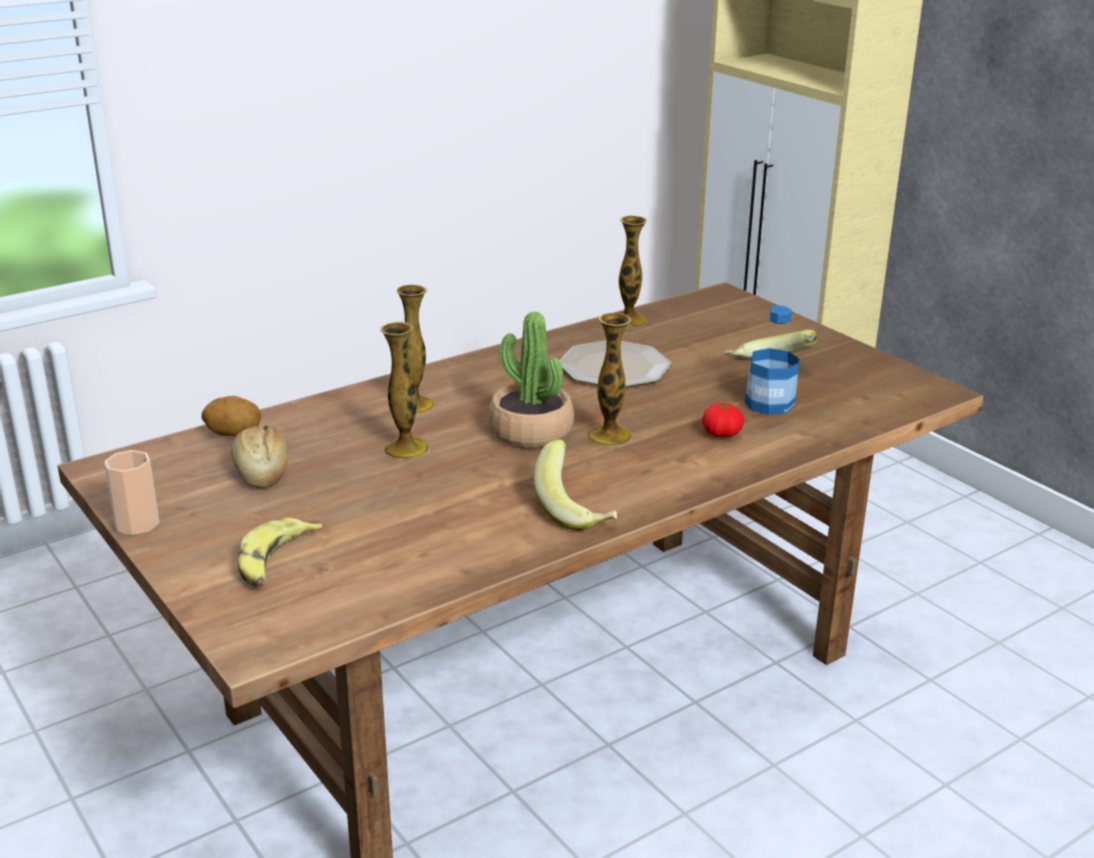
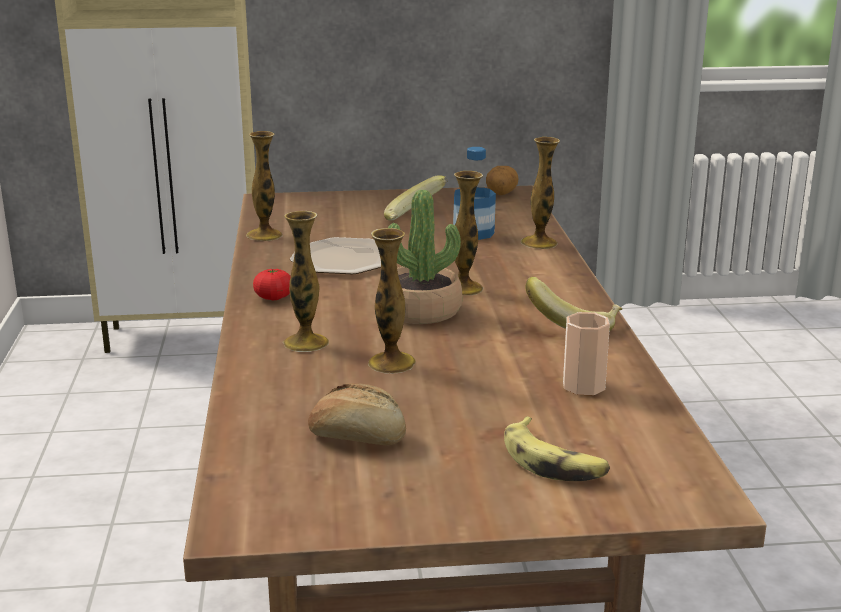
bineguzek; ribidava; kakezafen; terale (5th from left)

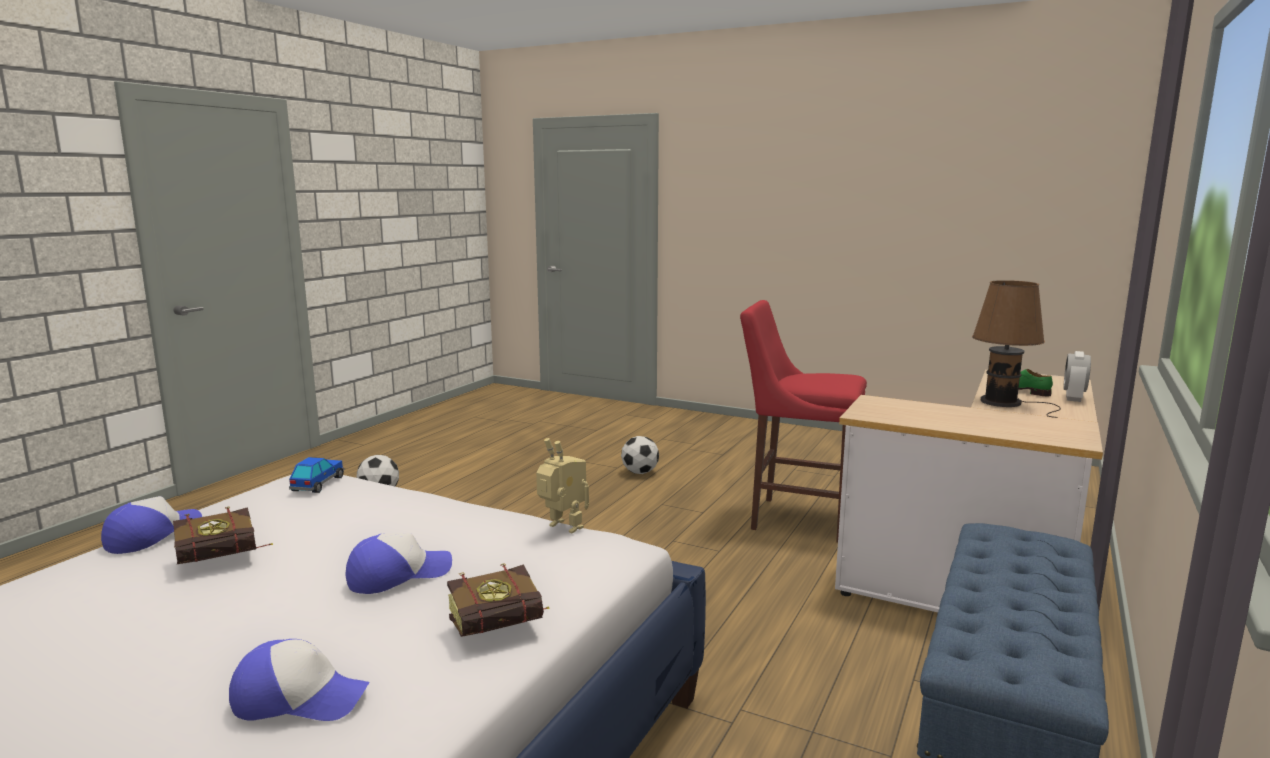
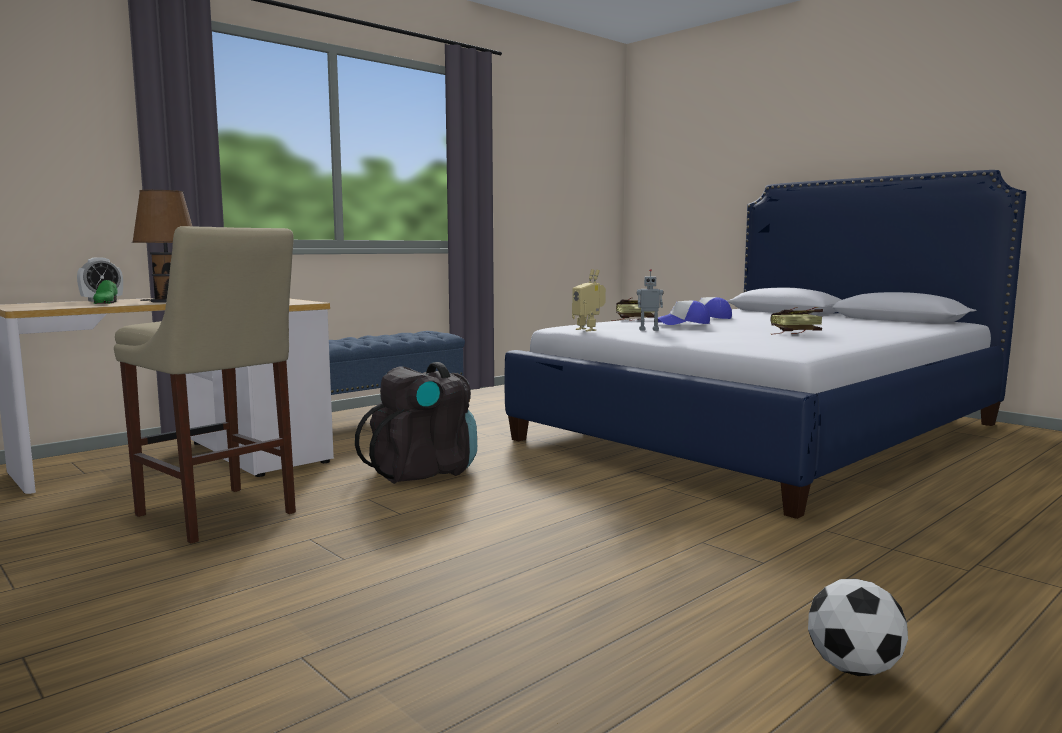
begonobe (1st from left in the first image); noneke; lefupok (2nd from left in the first image); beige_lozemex; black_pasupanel; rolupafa (2nd from left)

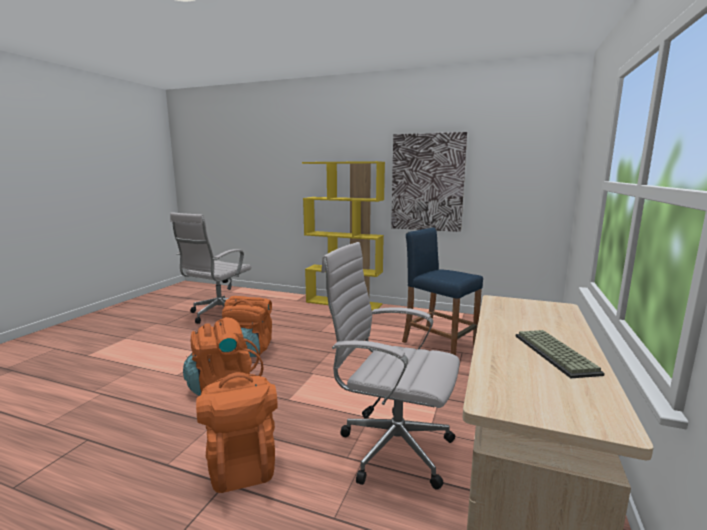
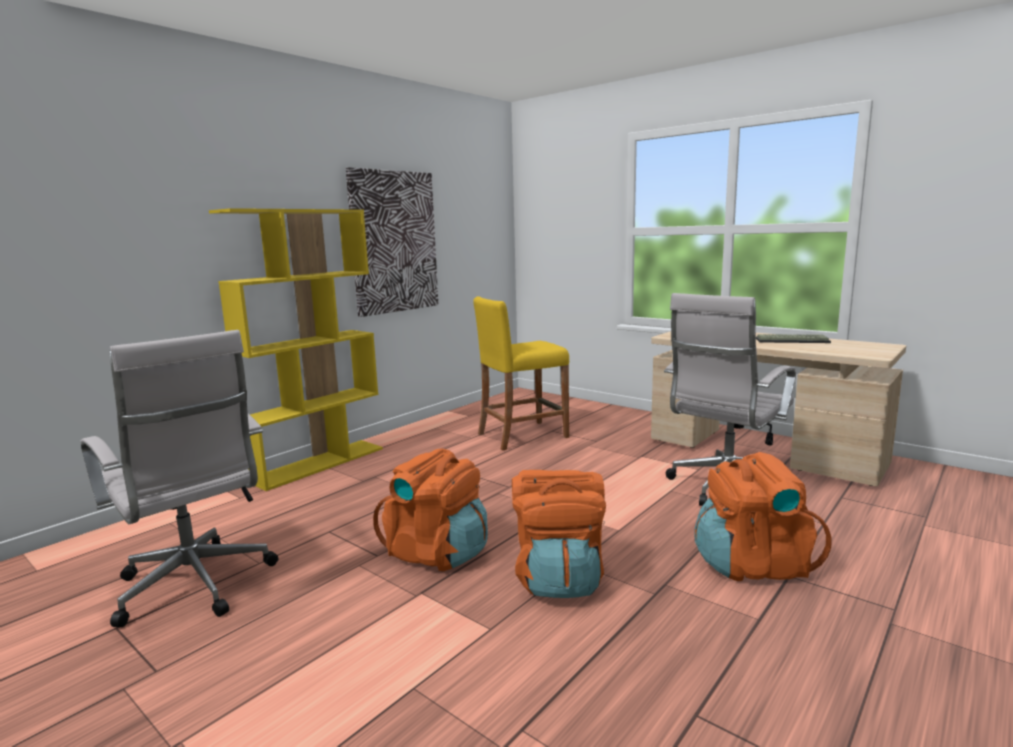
yellow_lozemex

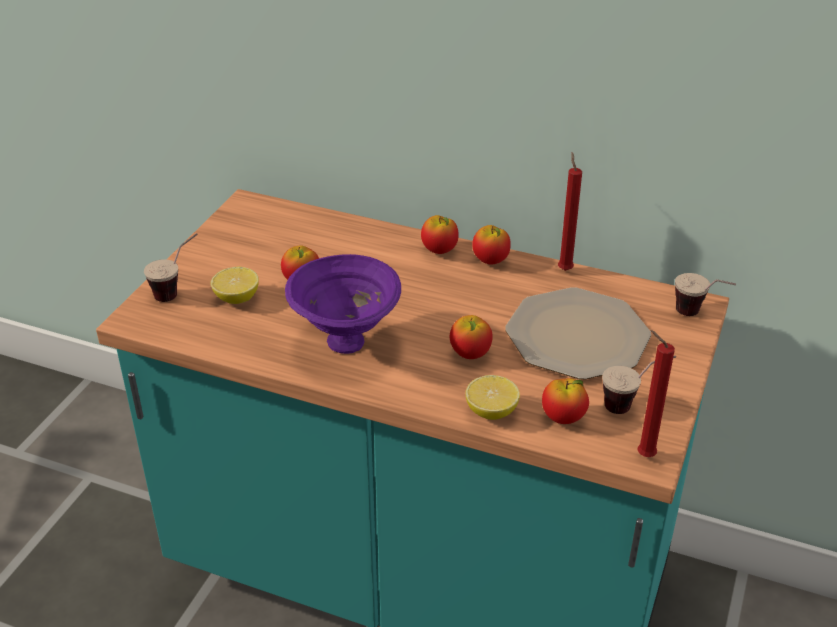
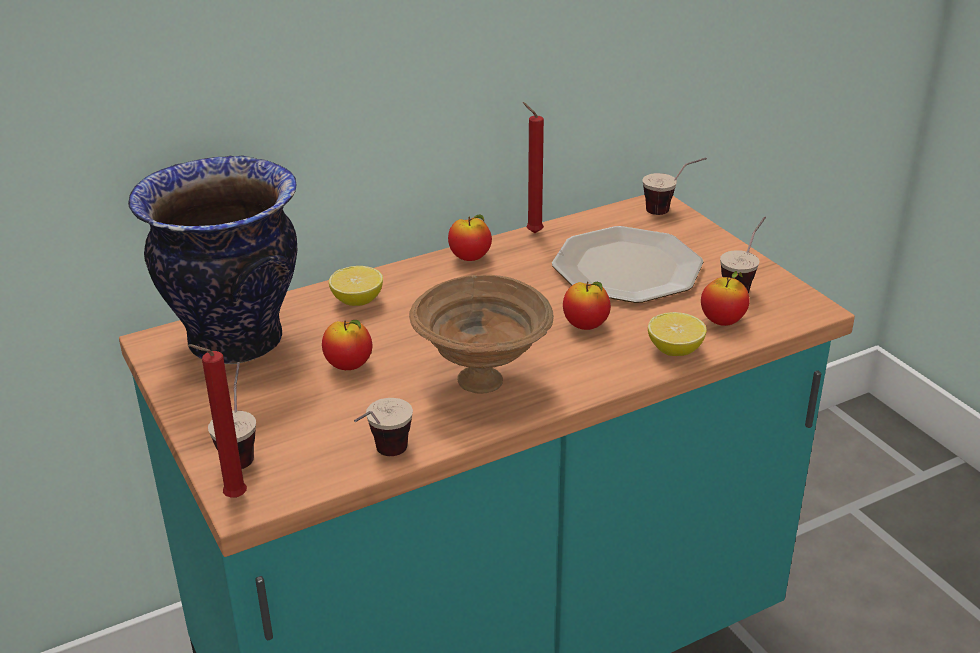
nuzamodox (1st from left); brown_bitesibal; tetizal (2nd from left in the first image); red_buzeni (1st from left); terale; bineguzek (2nd from left)

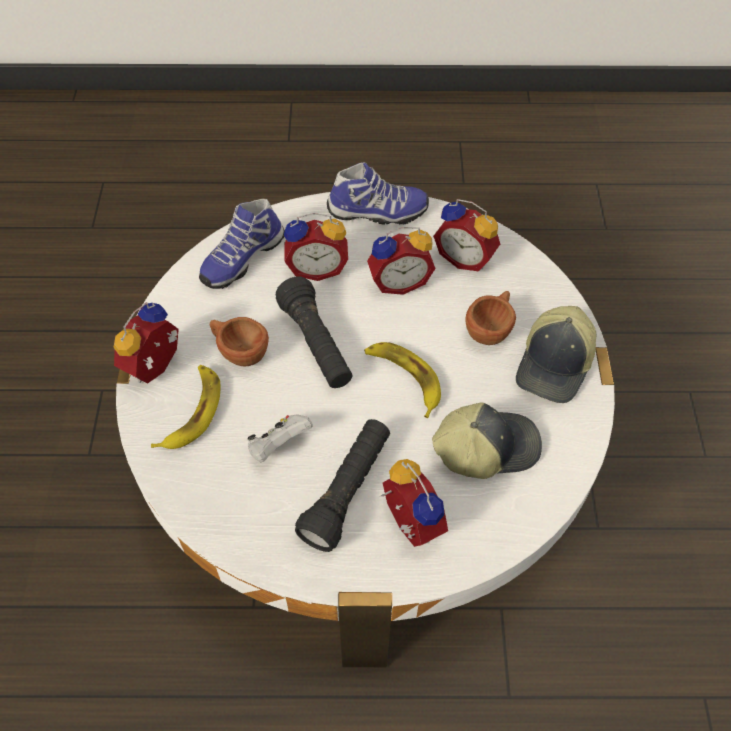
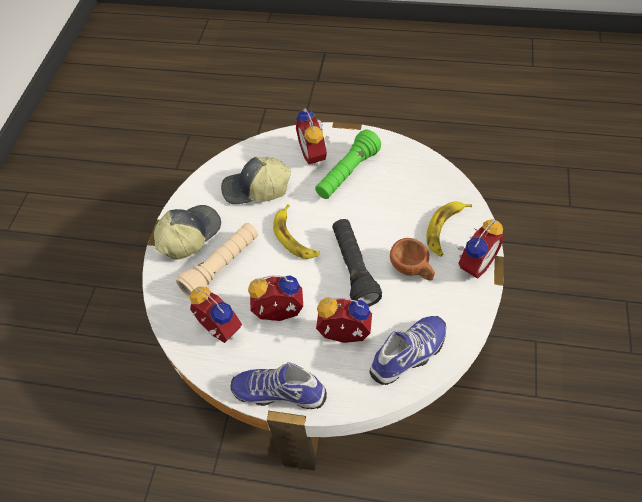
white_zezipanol; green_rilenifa; beige_rilenifa

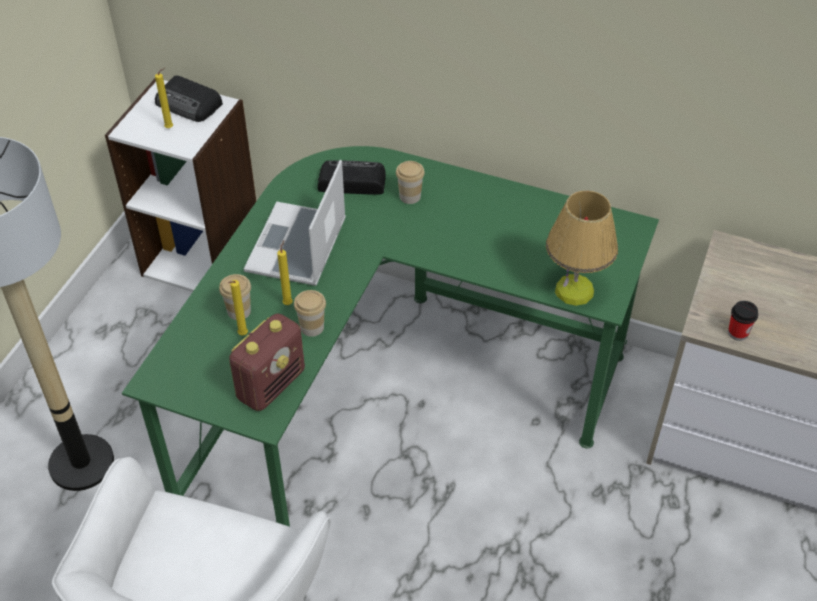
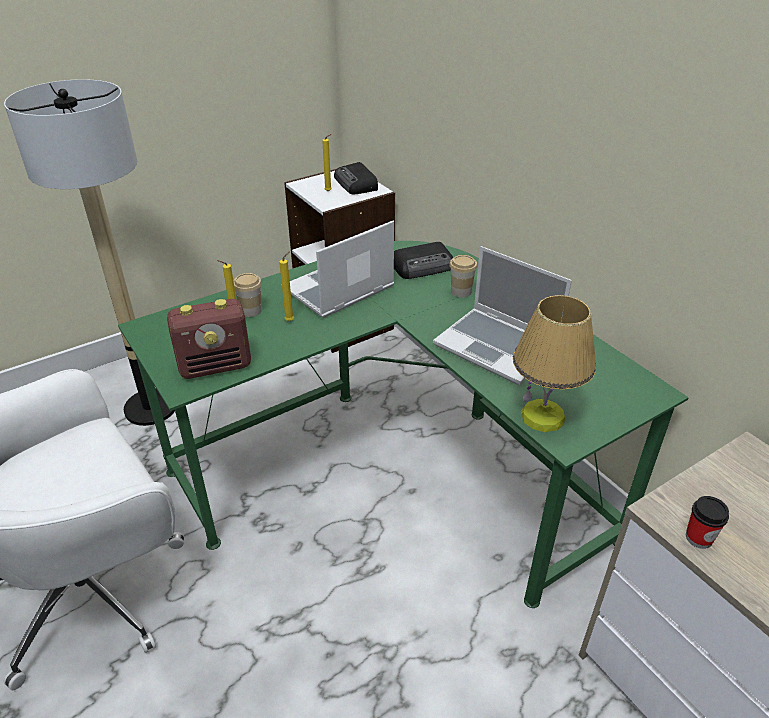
bineguzek (2nd from left in the first image); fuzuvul (3rd from left); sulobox (2nd from left)

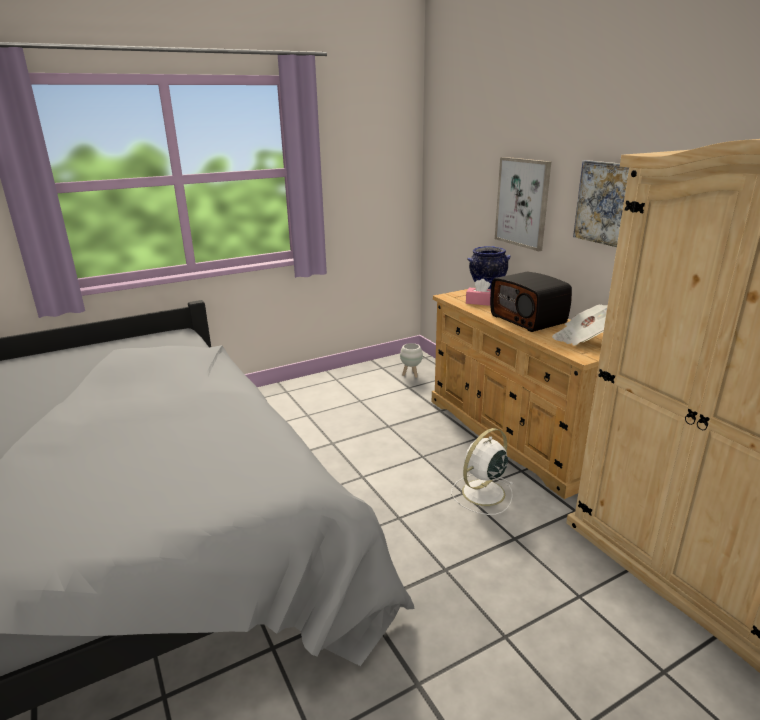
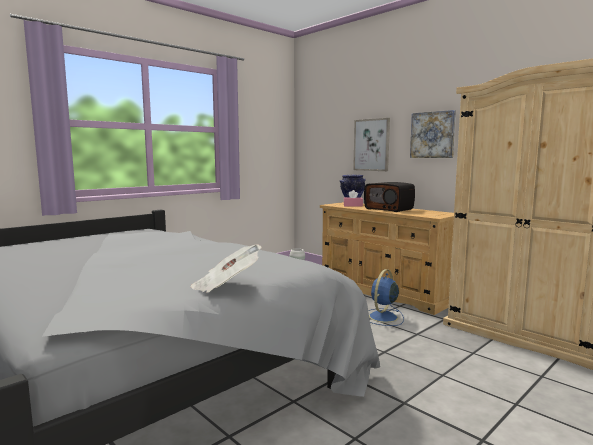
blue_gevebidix; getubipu

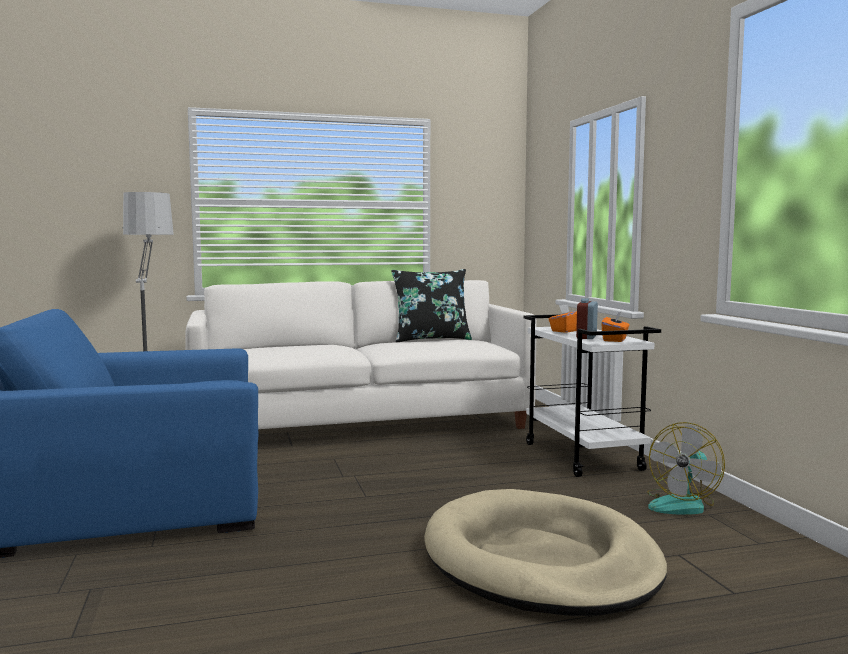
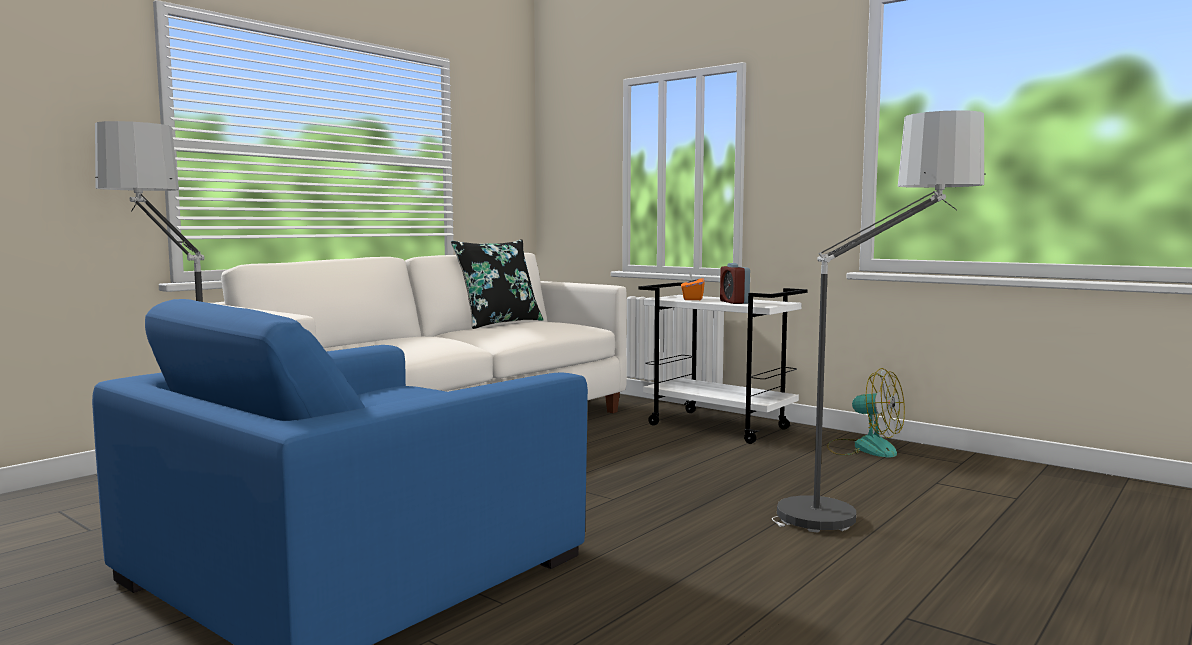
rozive (2nd from left); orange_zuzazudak (2nd from left in the first image); gevebidix

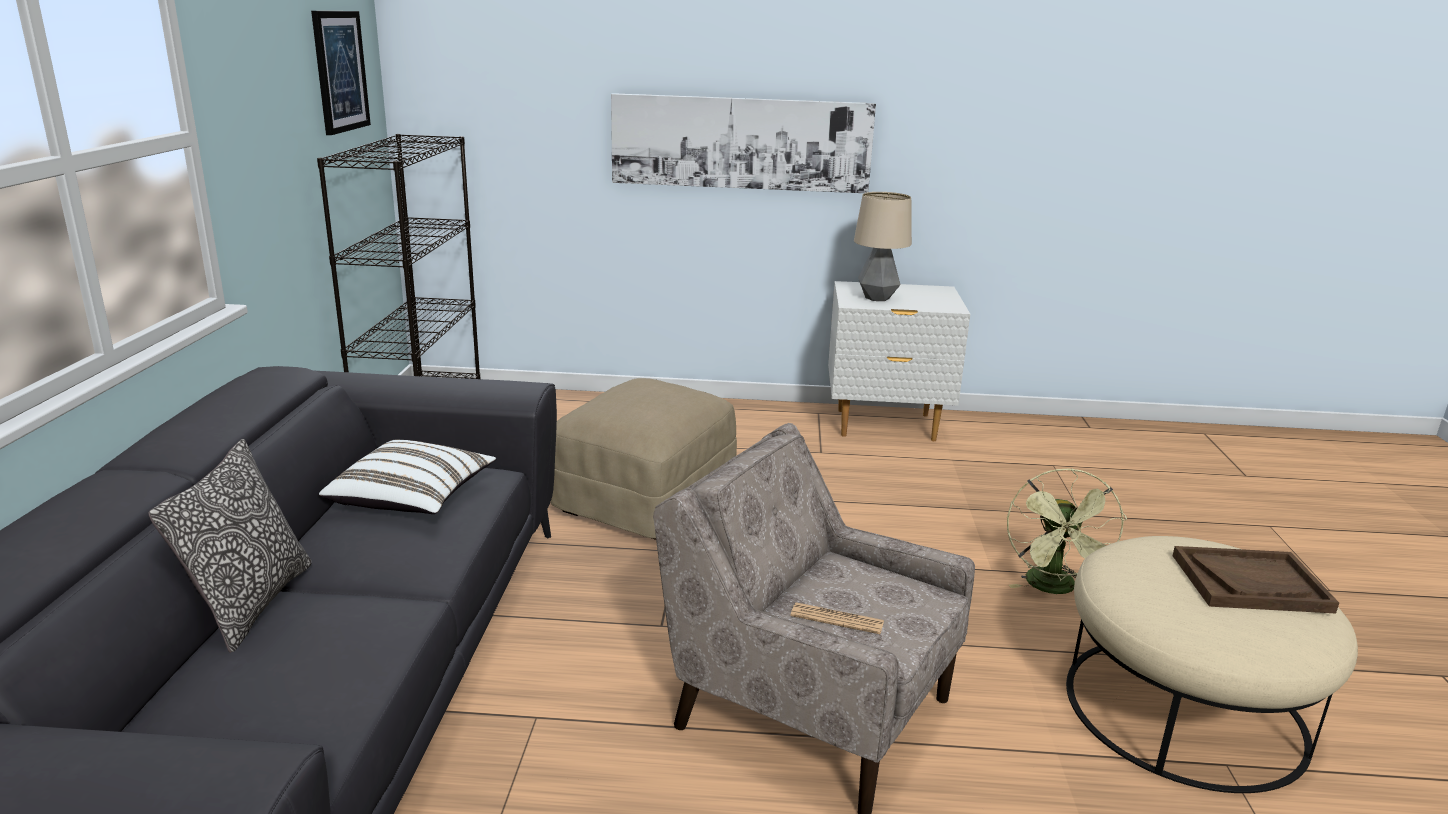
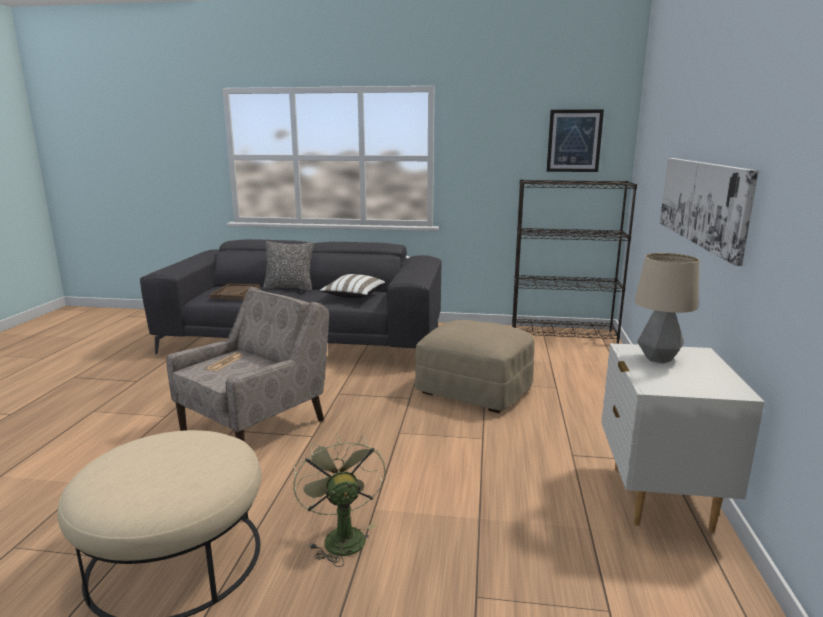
green_gevebidix; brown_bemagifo

